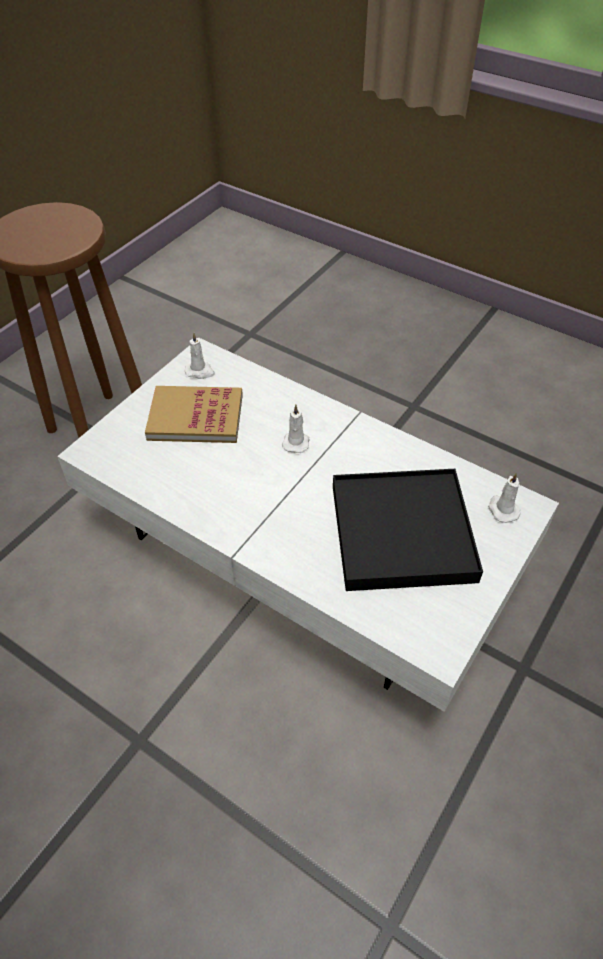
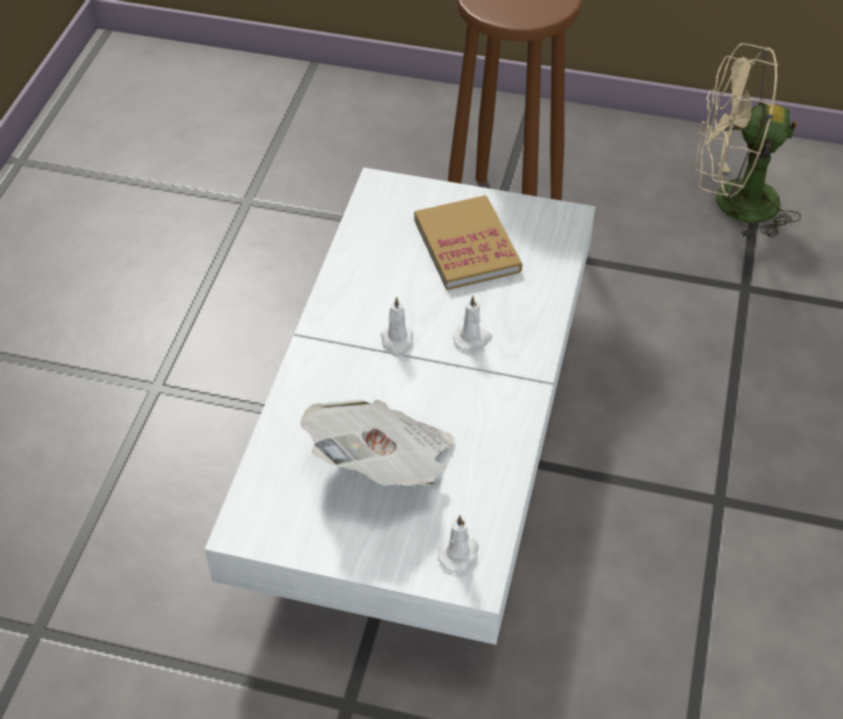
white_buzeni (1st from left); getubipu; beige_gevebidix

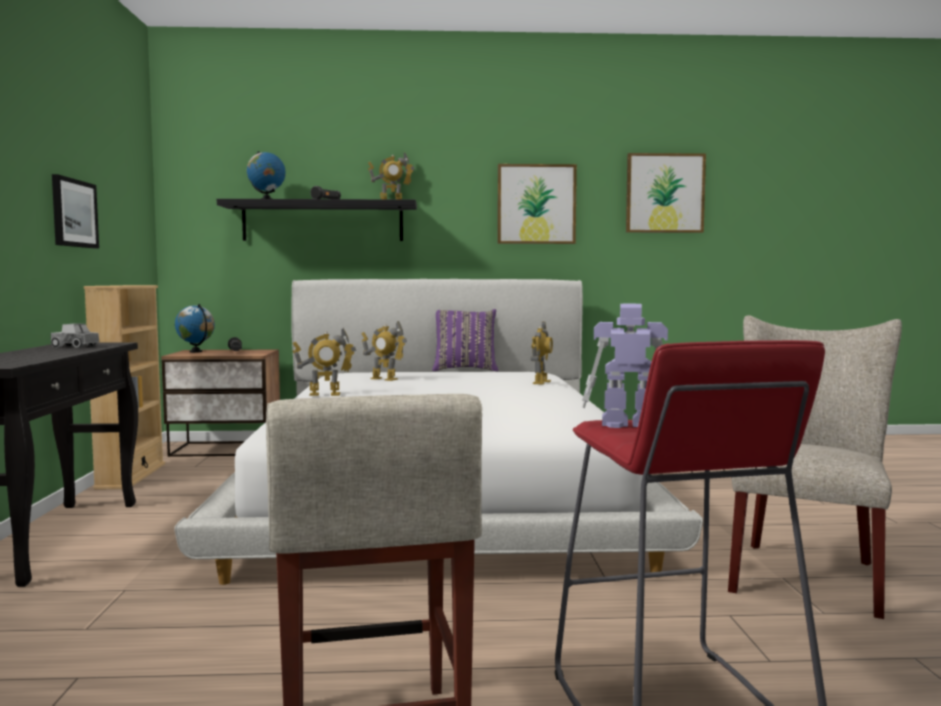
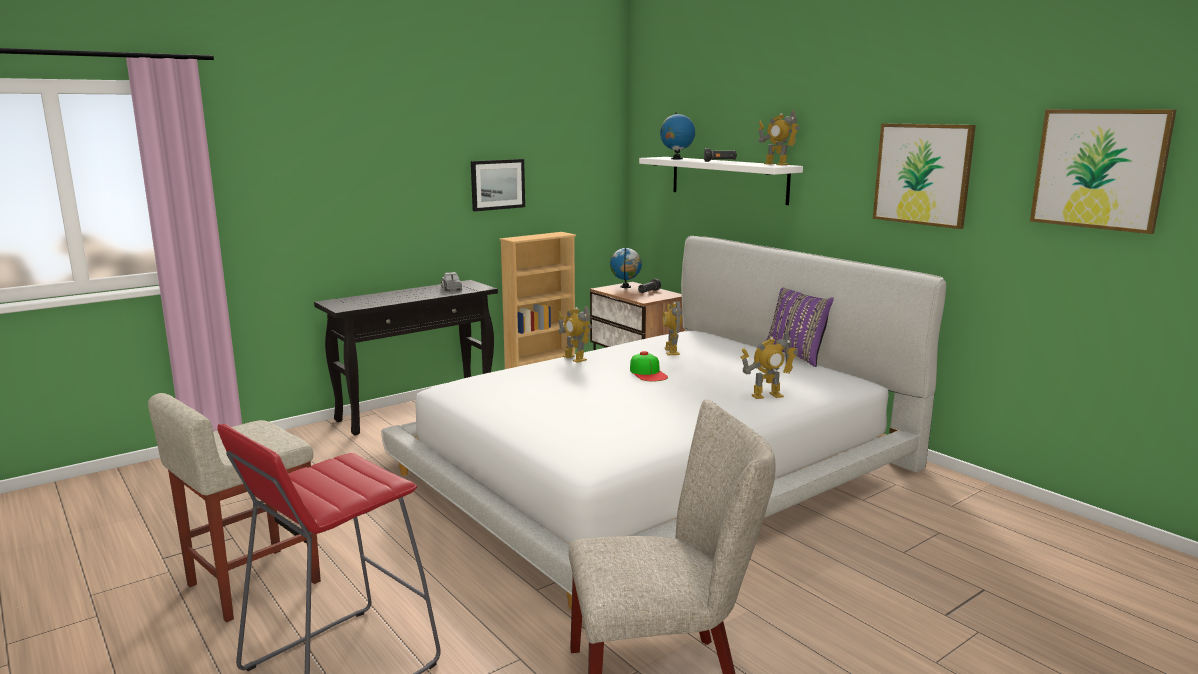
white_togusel; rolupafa (5th from left in the first image); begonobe

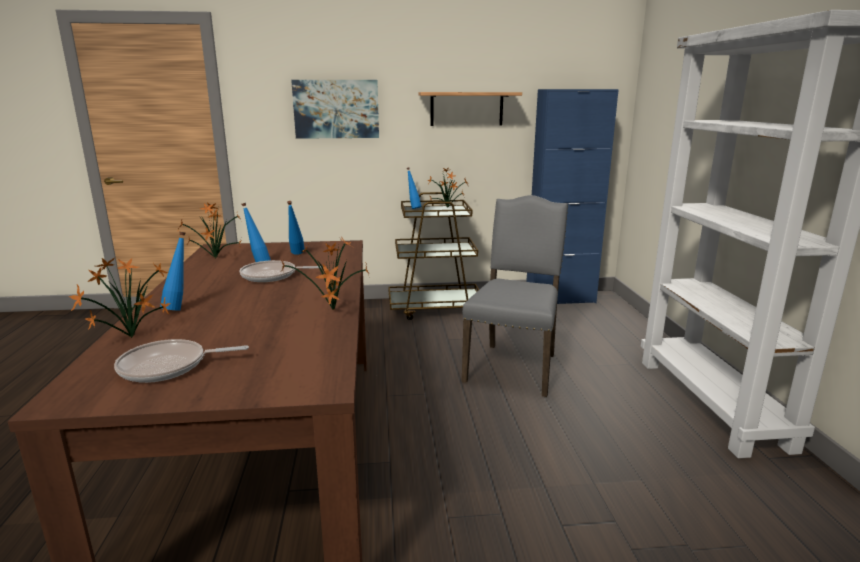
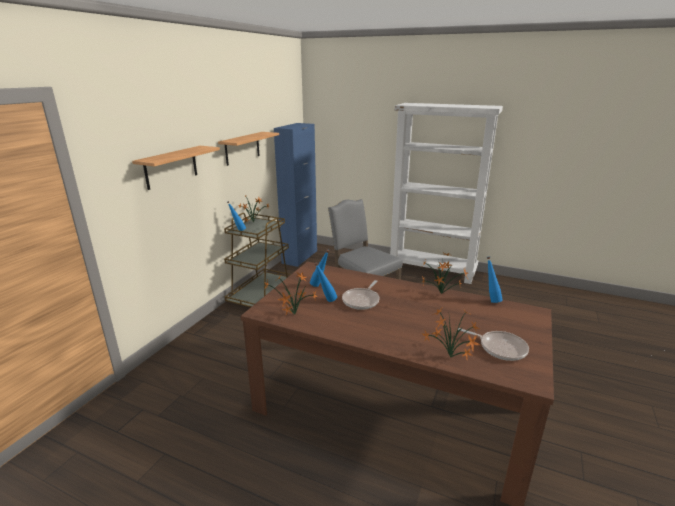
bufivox (2nd from left); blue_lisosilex (4th from left); togusel (1st from left)

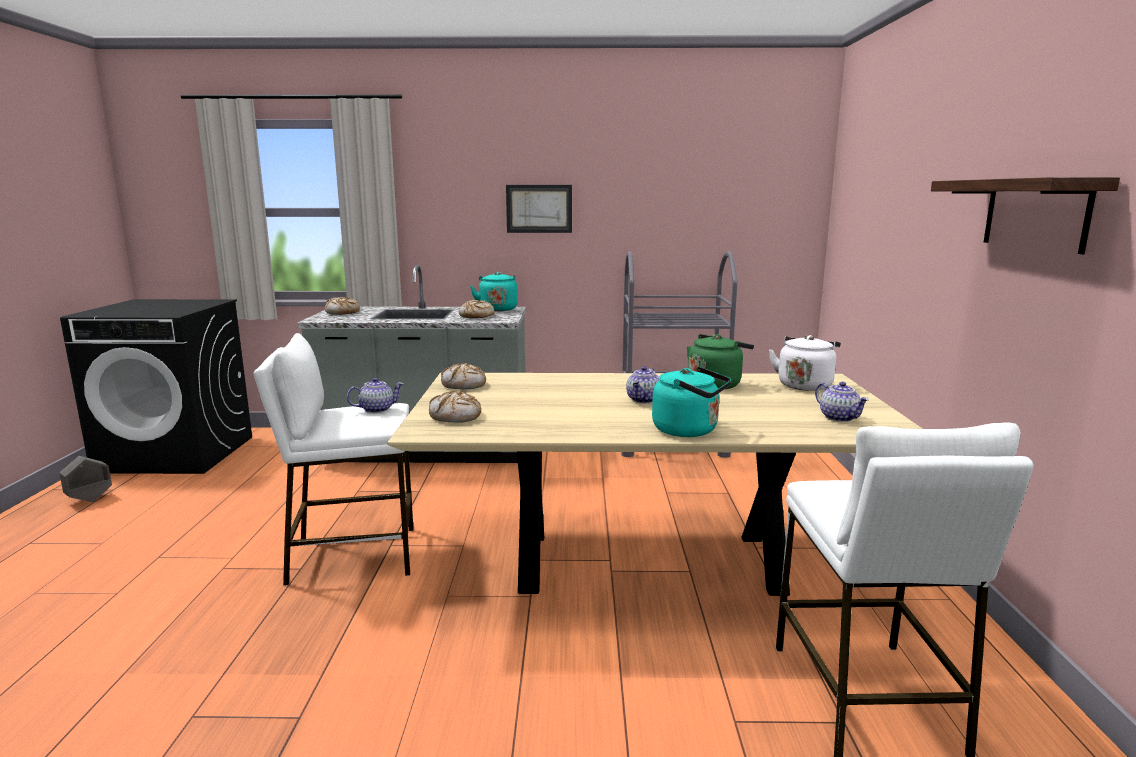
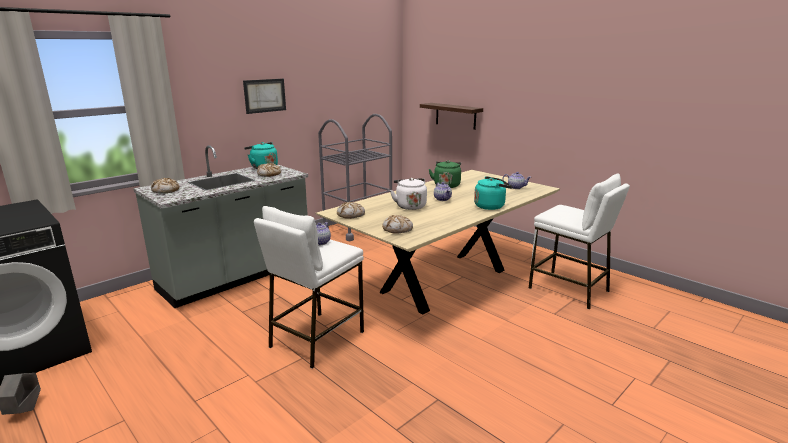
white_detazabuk; togusel

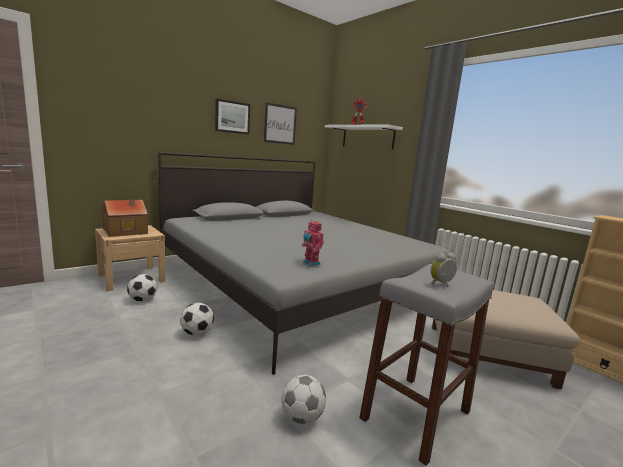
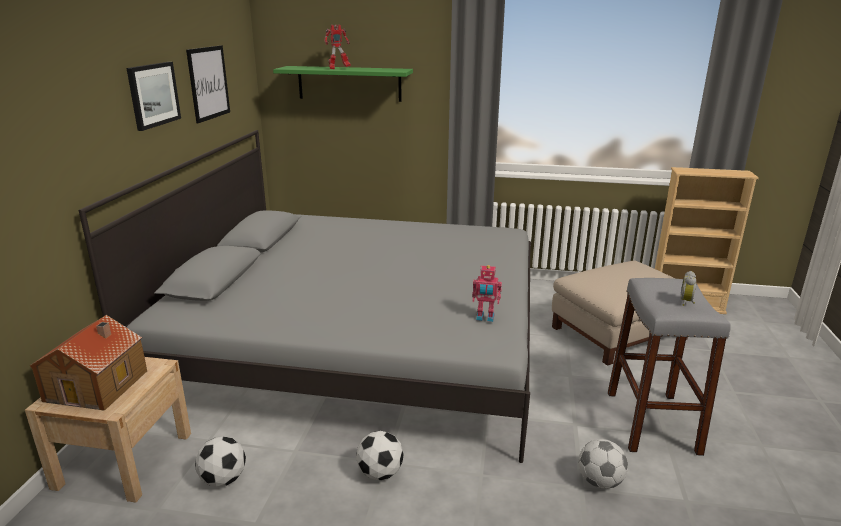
green_togusel

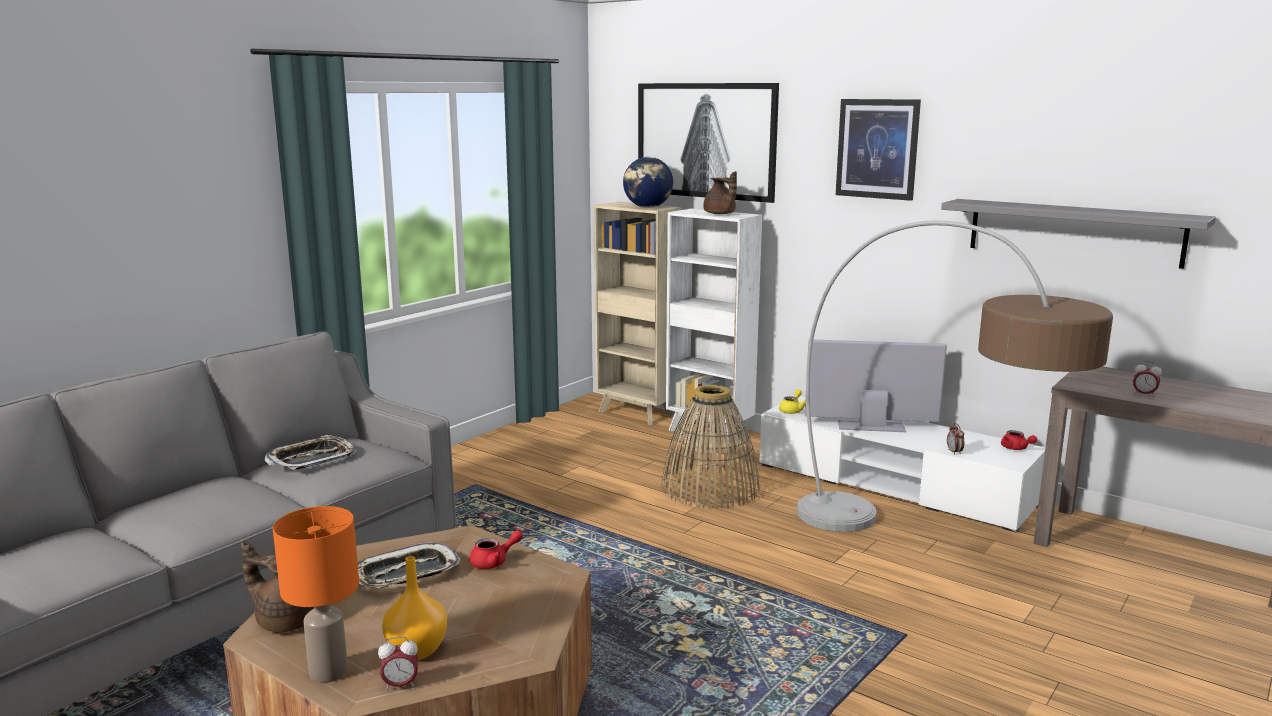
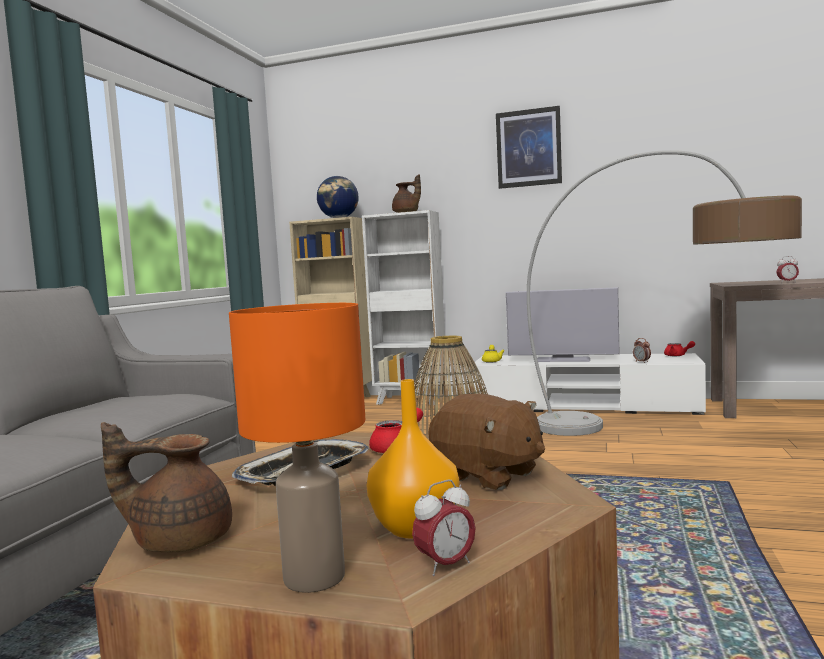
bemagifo (1st from left in the first image); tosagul (1st from left in the first image); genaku; grey_togusel; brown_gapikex

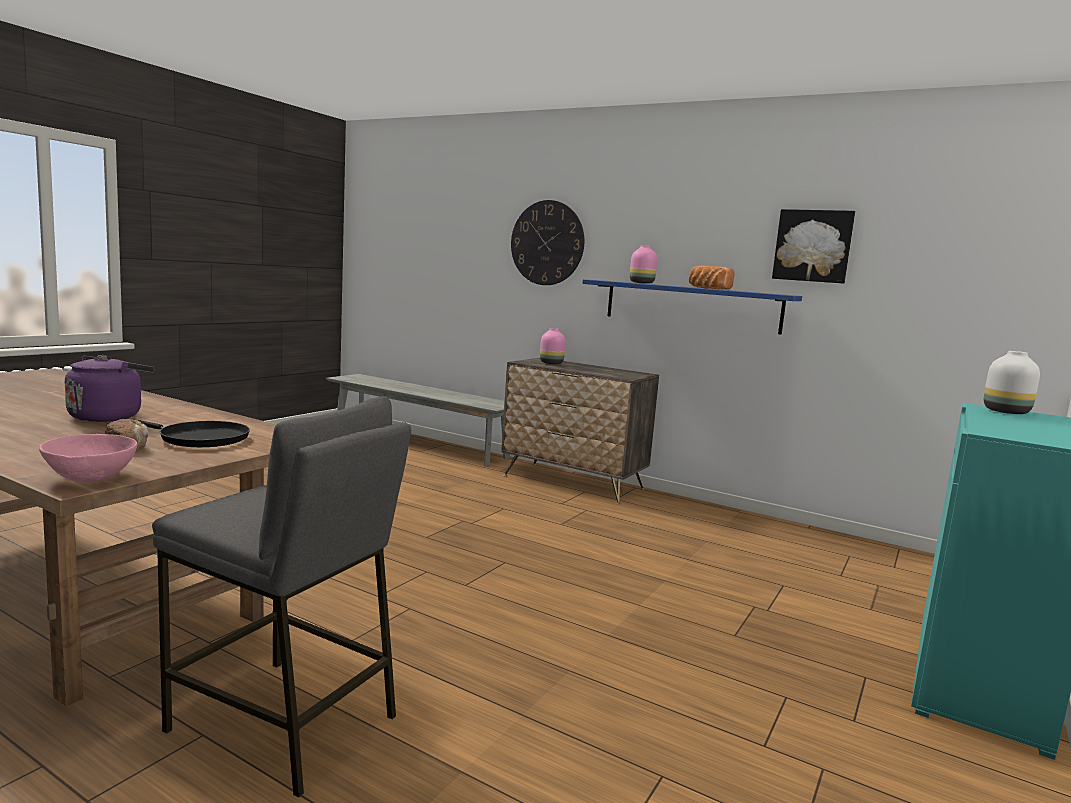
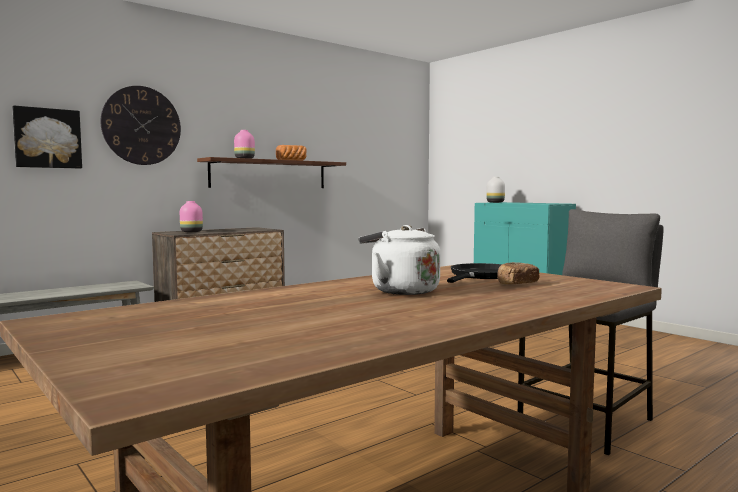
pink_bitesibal; white_detazabuk; brown_togusel; tosagul

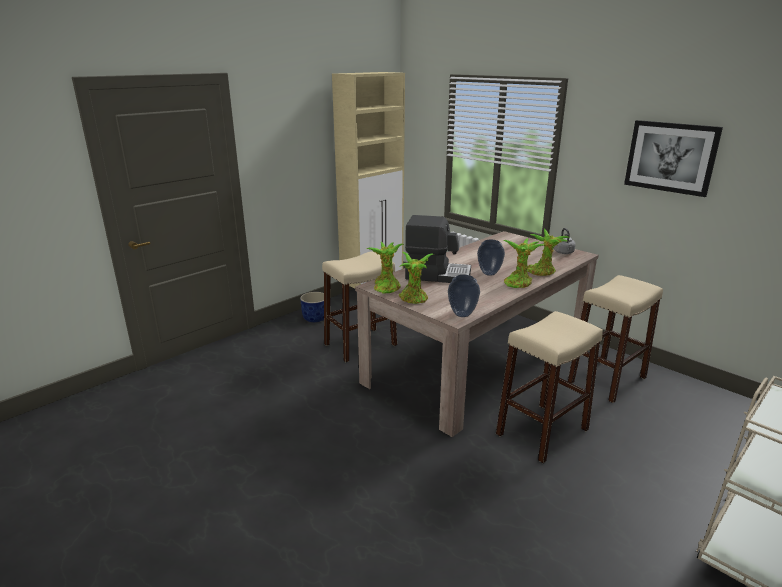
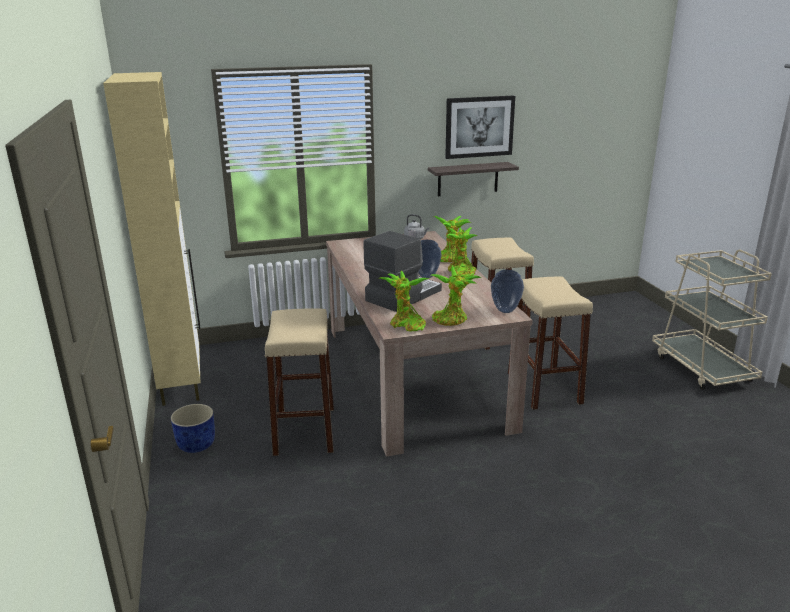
togusel

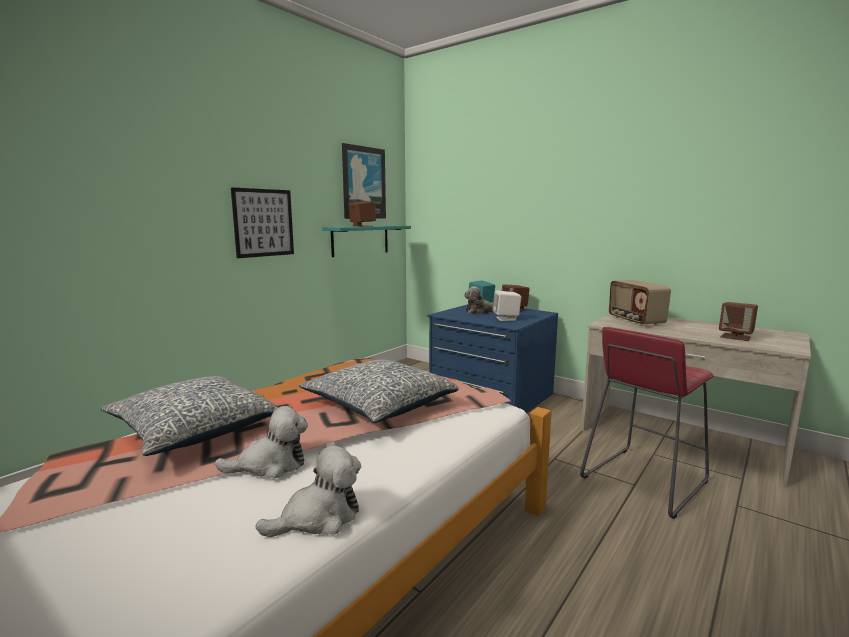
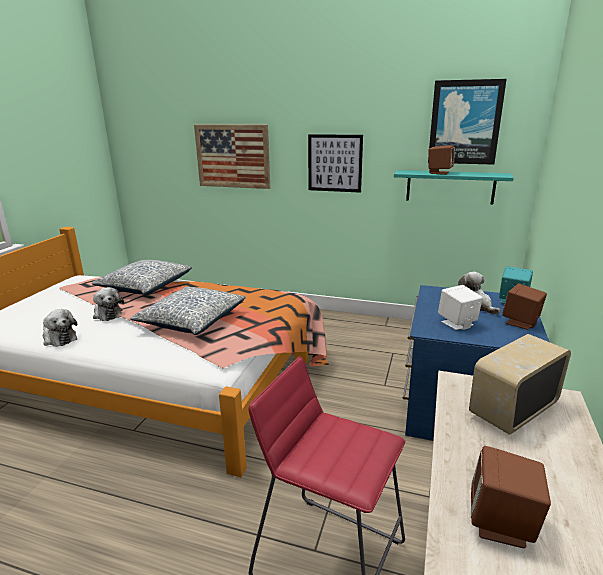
tosagul (1st from left)

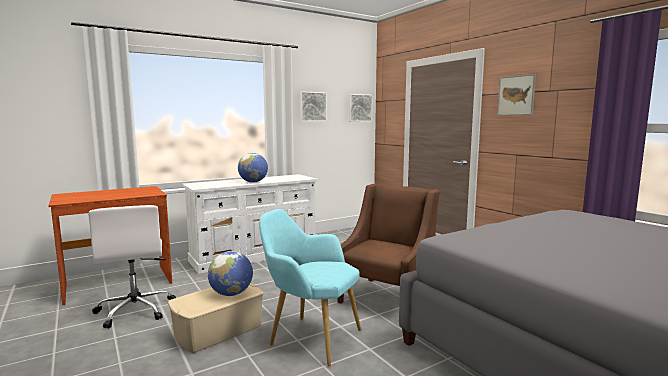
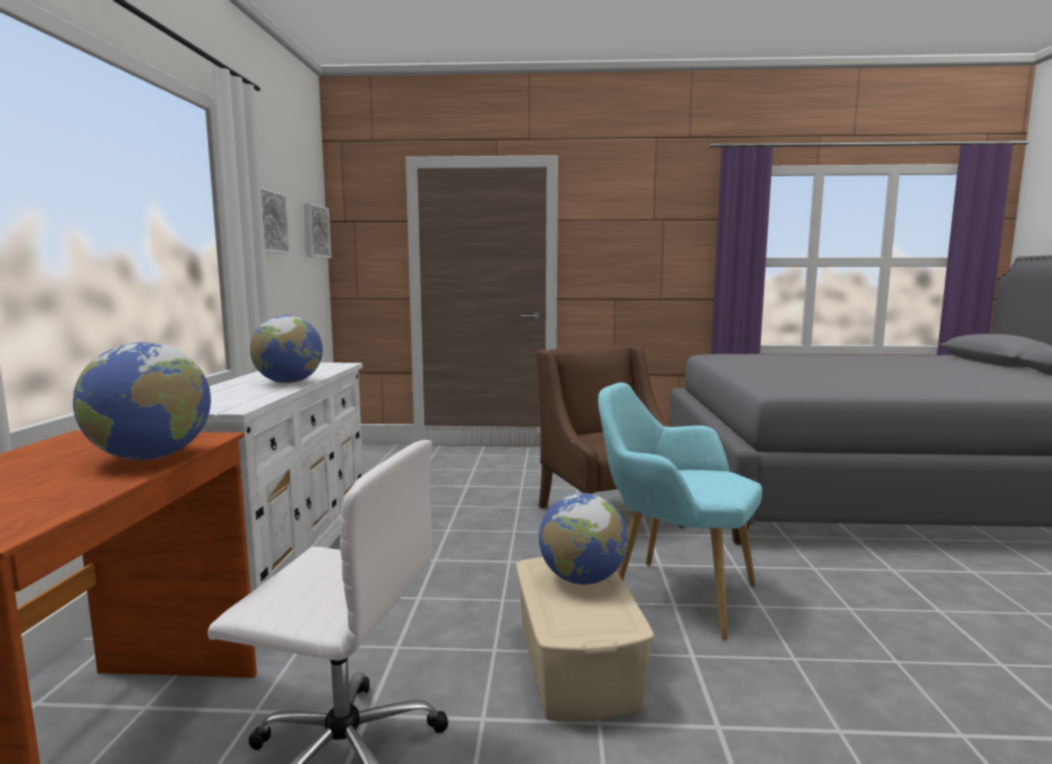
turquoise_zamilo; tosagul (3rd from left in the first image); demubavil (1st from left)

